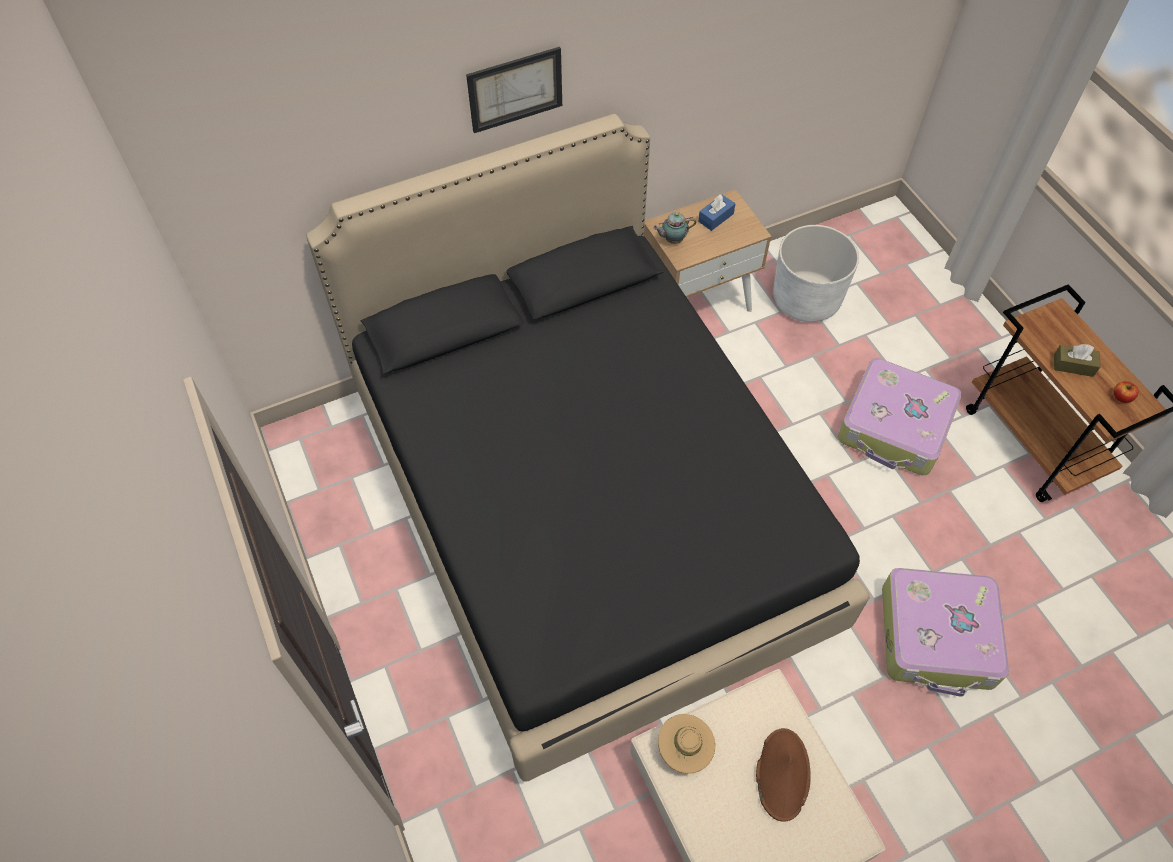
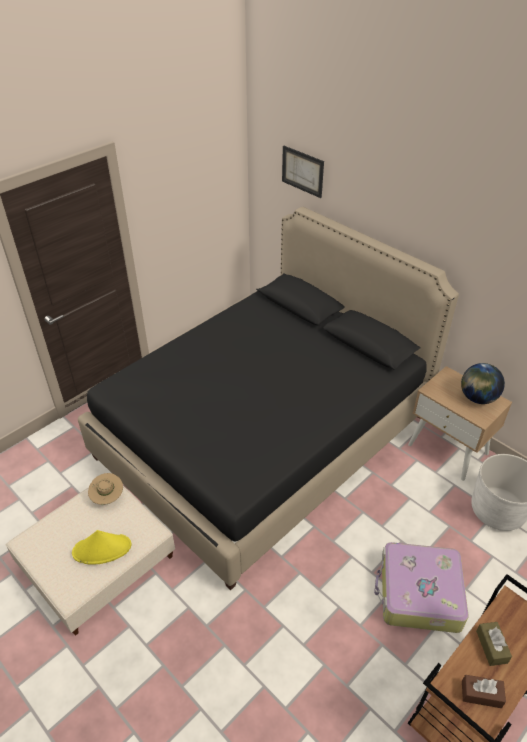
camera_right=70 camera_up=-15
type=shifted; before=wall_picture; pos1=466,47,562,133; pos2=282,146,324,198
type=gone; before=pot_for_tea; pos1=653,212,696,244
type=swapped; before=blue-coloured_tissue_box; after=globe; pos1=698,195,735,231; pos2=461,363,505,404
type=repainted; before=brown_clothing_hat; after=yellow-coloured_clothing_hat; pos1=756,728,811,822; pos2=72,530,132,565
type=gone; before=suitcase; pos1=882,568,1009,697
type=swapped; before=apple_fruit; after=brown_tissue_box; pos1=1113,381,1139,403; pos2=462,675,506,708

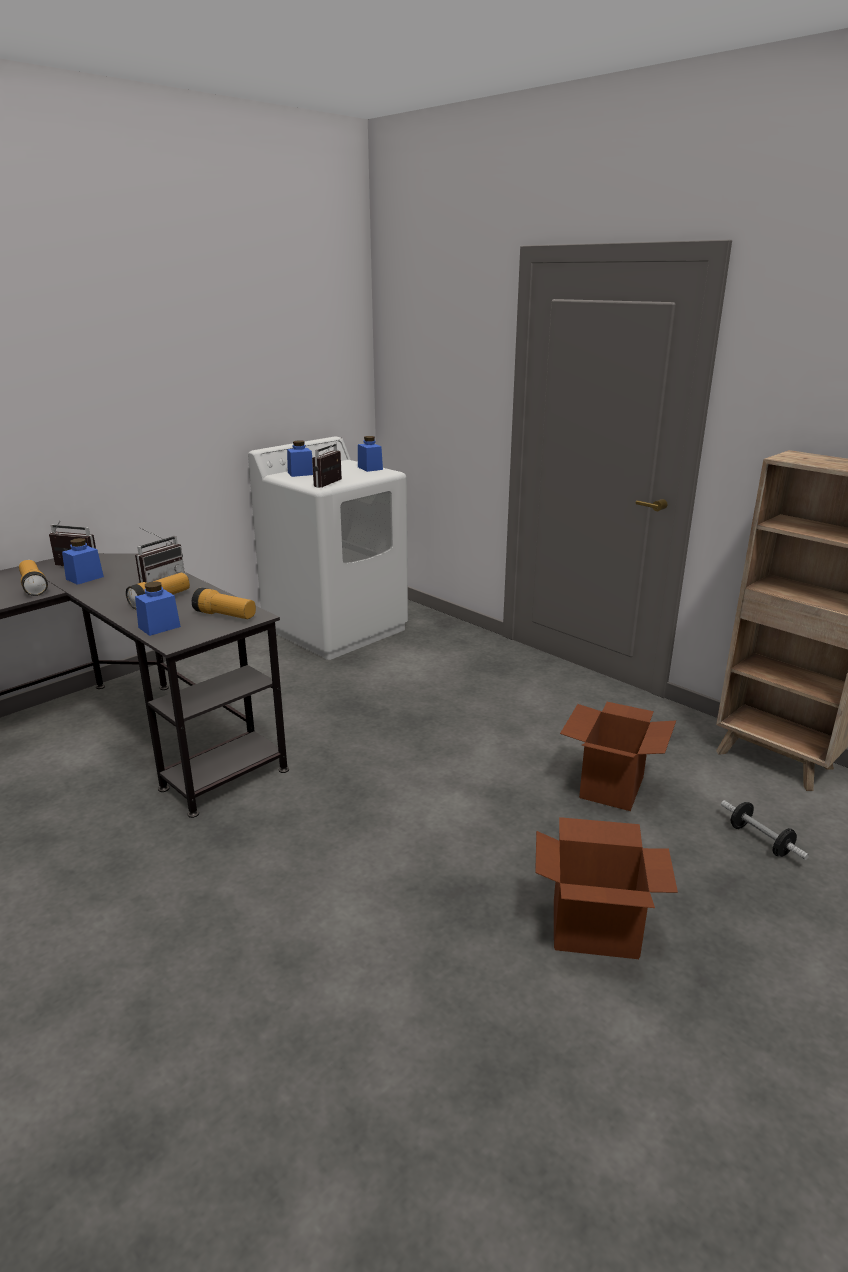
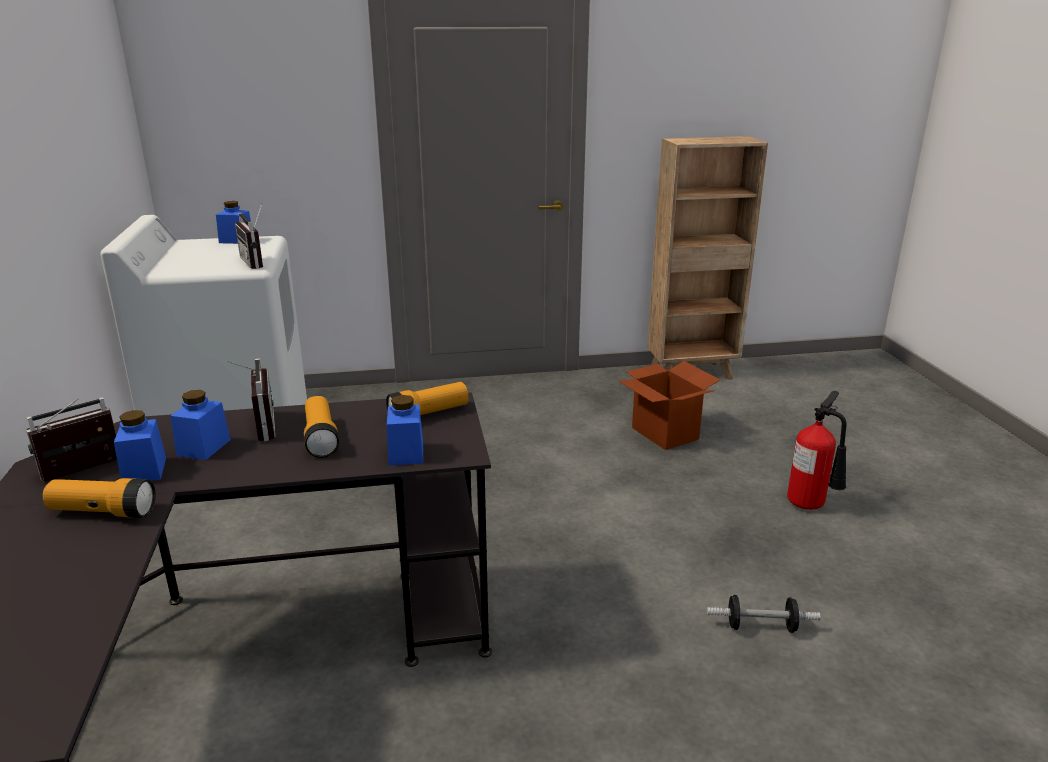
camera_right=-55 camera_up=0
type=shifted; before=blue-coloured_preserve_jar; pos1=287,440,313,477; pos2=170,390,231,460
type=swapped; before=carton; after=fire-fighting_cylinder; pos1=535,817,678,959; pos2=787,391,847,510
type=shifted; before=hand_weight; pos1=721,800,809,860; pos2=707,595,821,633

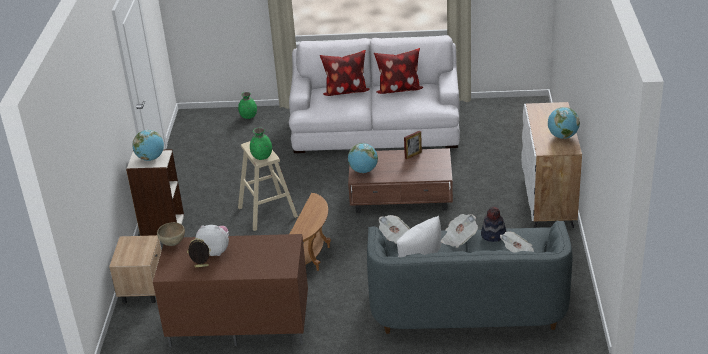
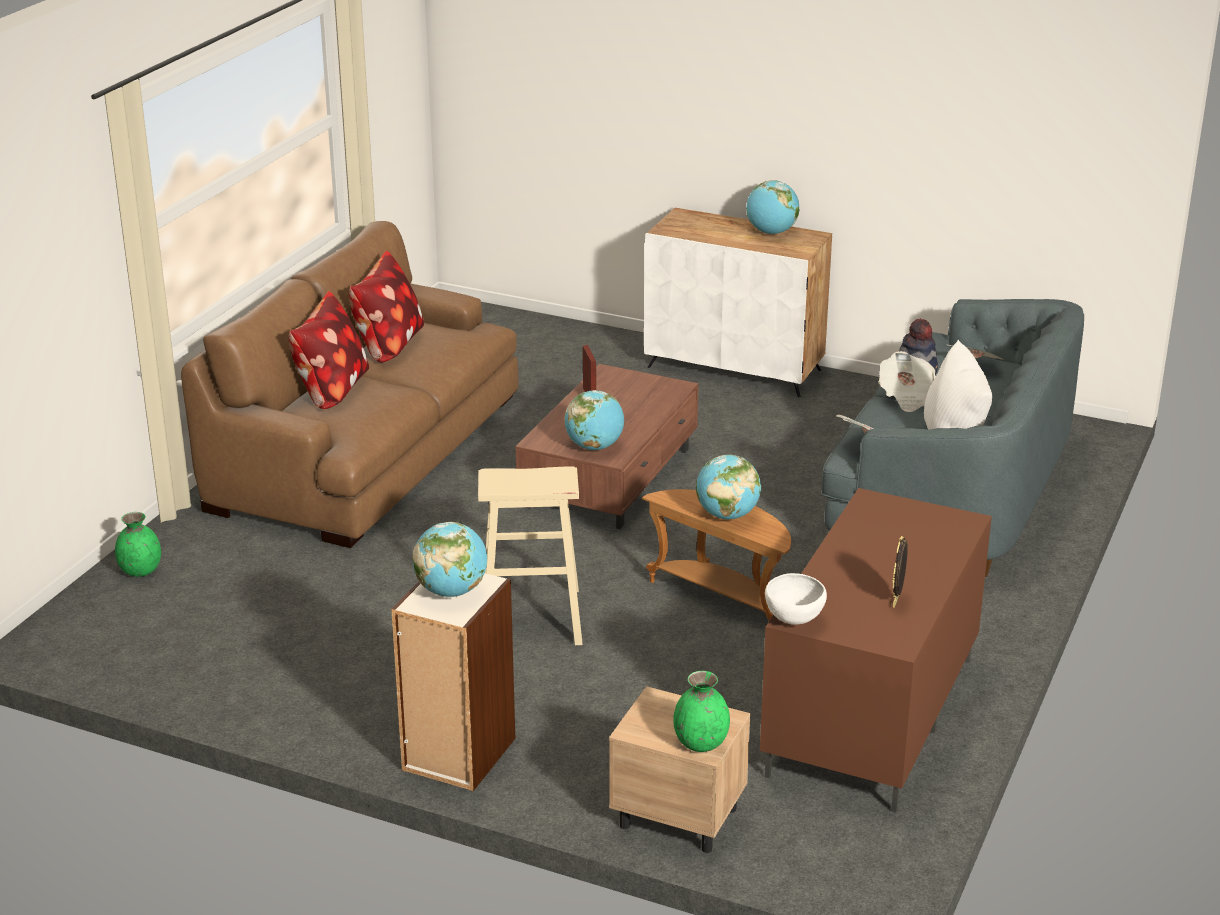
camera_right=-70 camera_up=-5
type=repainted; before=brown_deep_dish; after=white-coloured_deep_dish; pos1=157,222,185,246; pos2=765,573,827,625
type=gone; before=soft_toy; pos1=195,225,229,256
type=shifted; before=green_vase; pos1=250,128,272,160; pos2=673,671,730,752
type=repainted; before=white-coloured_couch; after=brown_couch; pos1=289,35,460,153; pos2=181,221,519,548
type=new; after=globe; pos2=696,454,761,519

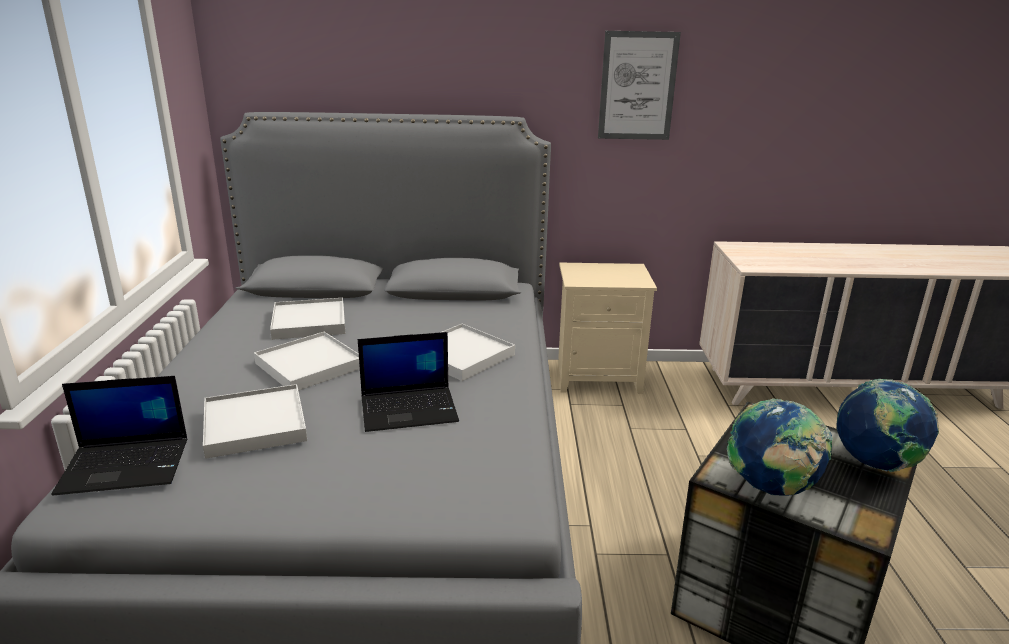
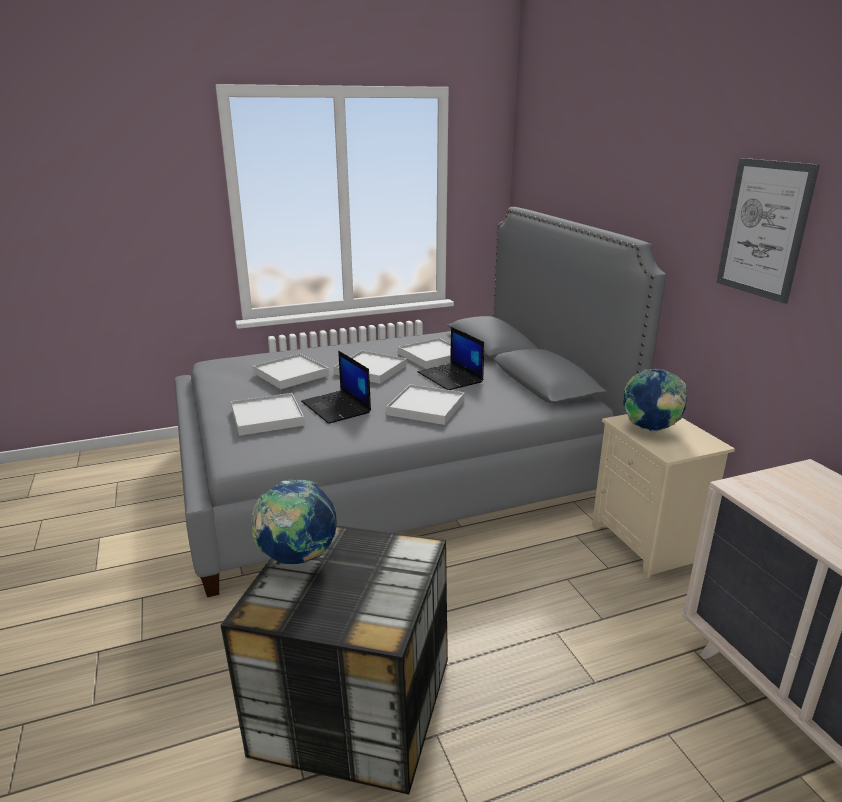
camera_right=70 camera_up=0
type=shifted; before=laptop; pos1=52,376,187,496; pos2=418,327,484,390
type=shifted; before=globe; pos1=836,379,939,472; pos2=623,369,688,431
type=new; after=white-coloured_tray; pos2=231,393,305,436

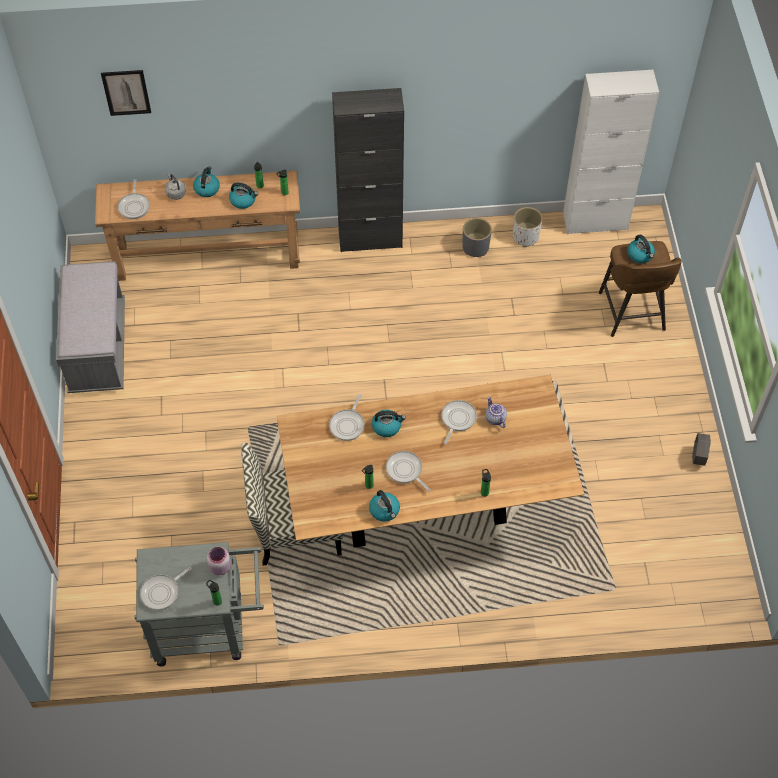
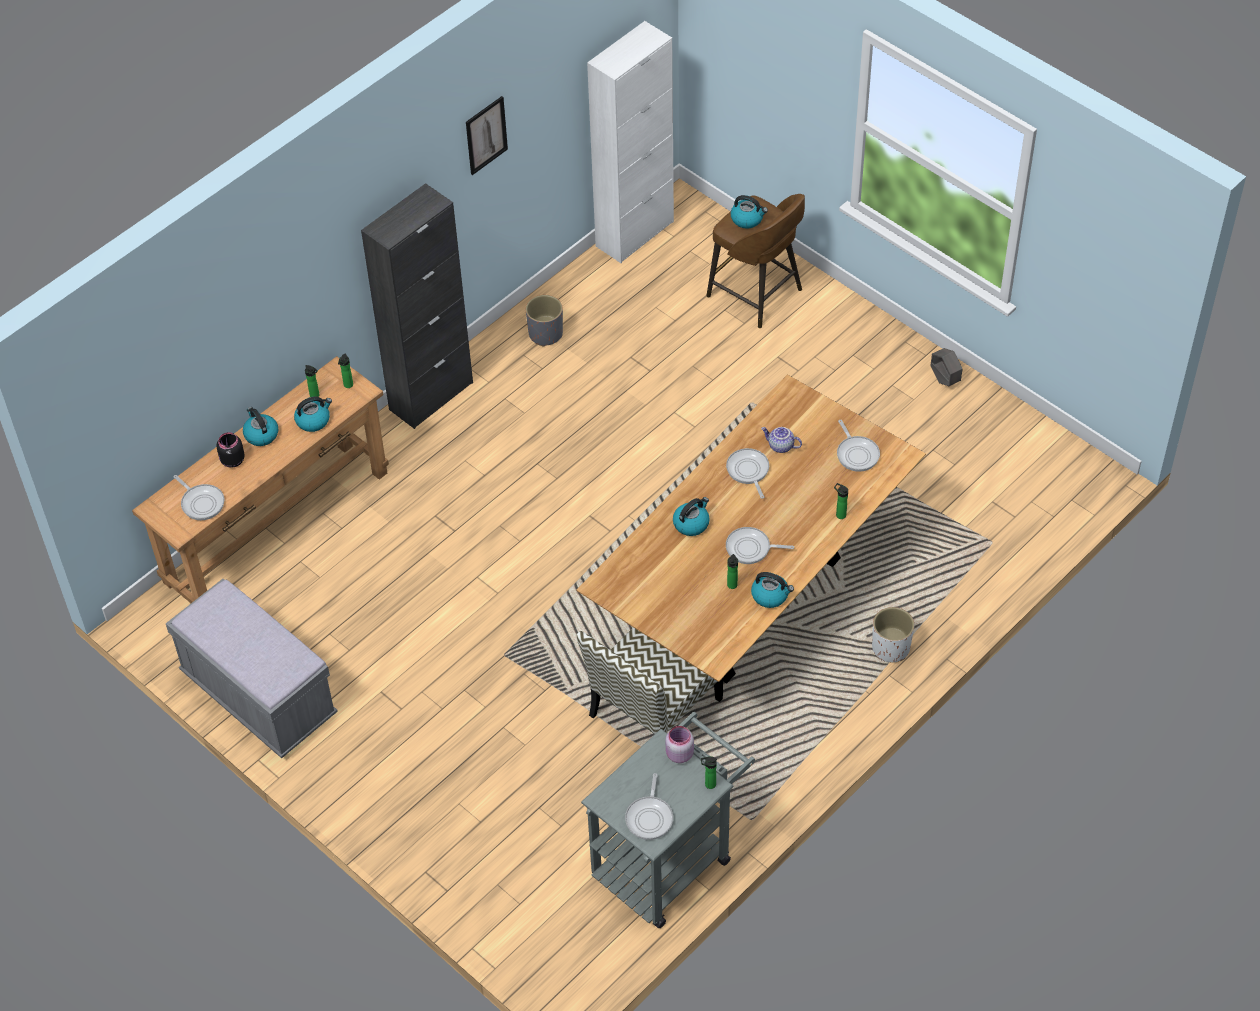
camera_right=-40 camera_up=-5
type=shifted; before=wall_picture; pos1=101,70,151,116; pos2=466,96,508,175
type=swapped; before=greyish_kettle; after=blackish_preserve_jar; pos1=165,174,186,200; pos2=216,432,245,468
type=shifted; before=pan; pos1=329,394,365,441; pos2=837,420,880,472
type=shifted; before=white-coloured_flower_pot; pos1=513,207,543,247; pos2=872,607,914,662

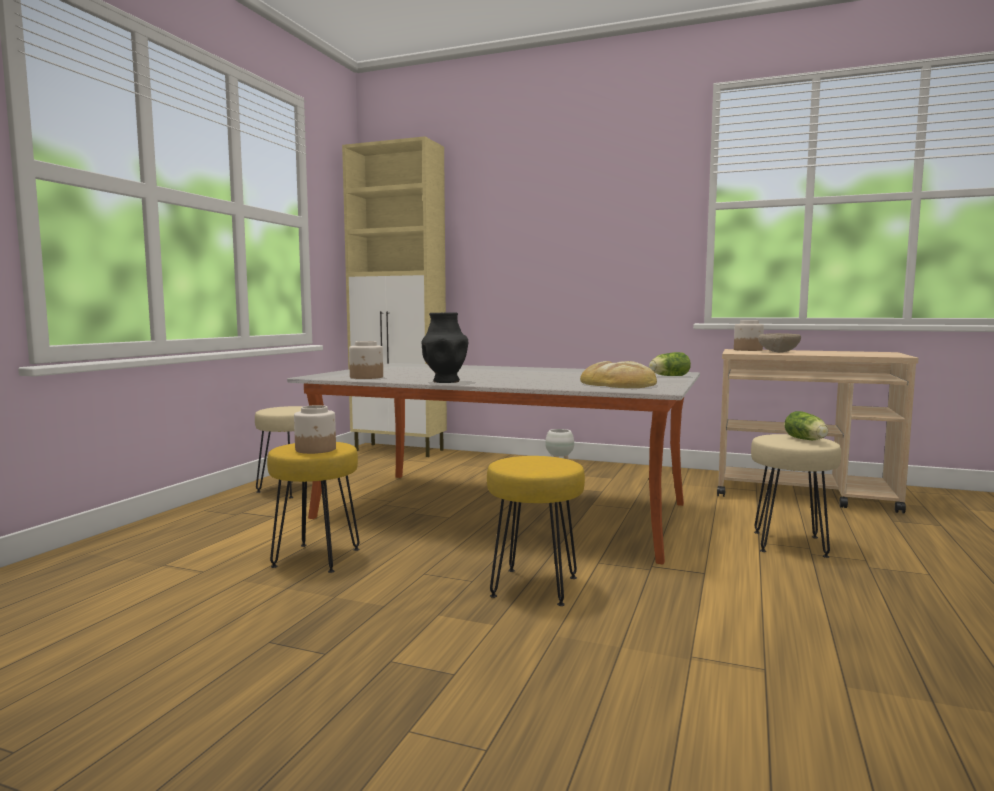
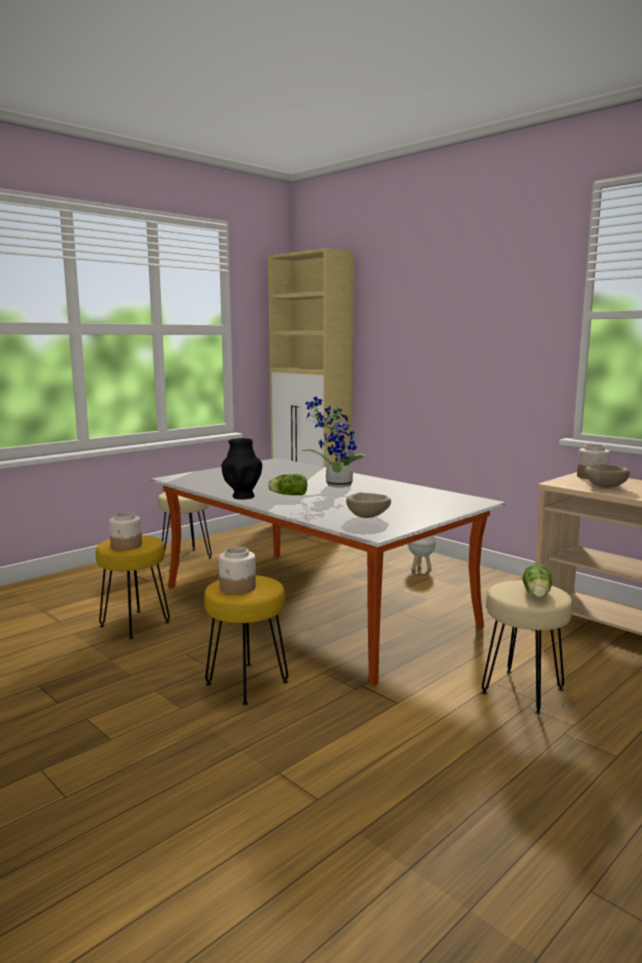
camera_right=25 camera_up=5
type=shifted; before=preserve_jar; pos1=349,341,383,379; pos2=219,547,256,594
type=swapped; before=bread; after=beige_deep_dish; pos1=580,361,657,388; pos2=346,492,391,518
type=shifted; before=head_of_lettuce; pos1=649,352,691,376; pos2=268,474,307,495
type=new; after=plant_in_a_pot; pos2=302,397,367,488

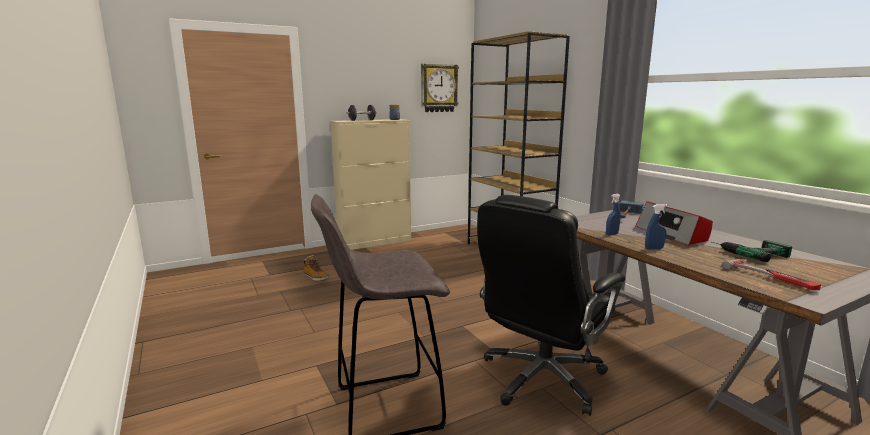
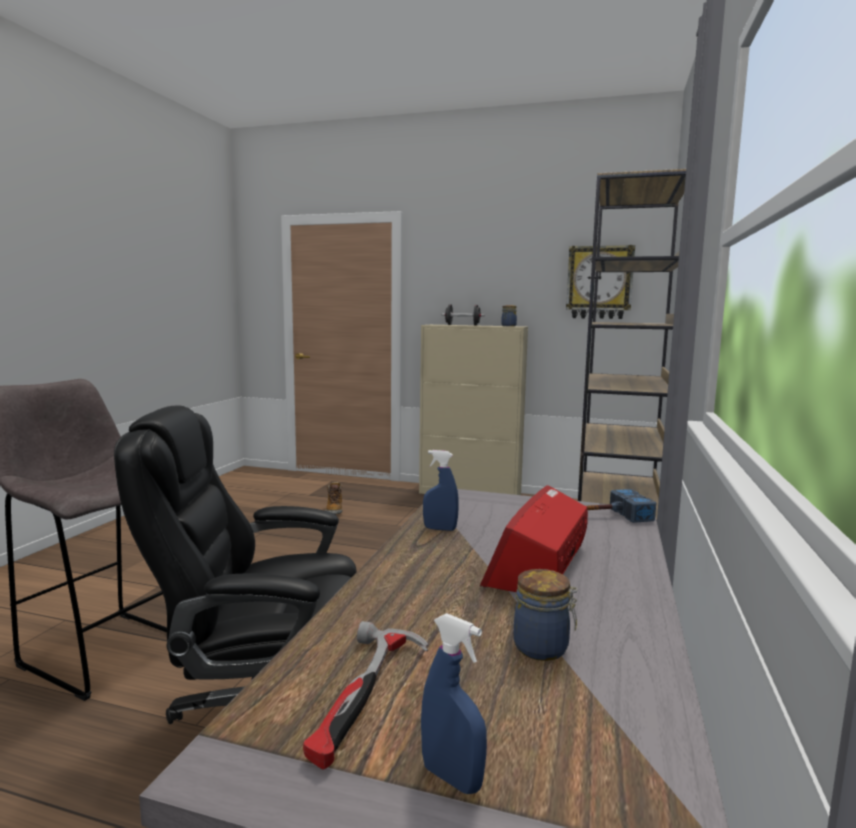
camera_right=45 camera_up=-5
type=shifted; before=blue-coloured_hand_sprayer; pos1=645,204,668,249; pos2=421,613,487,794
type=swapped; before=drill; after=preserve_jar; pos1=712,240,792,262; pos2=513,569,577,661

